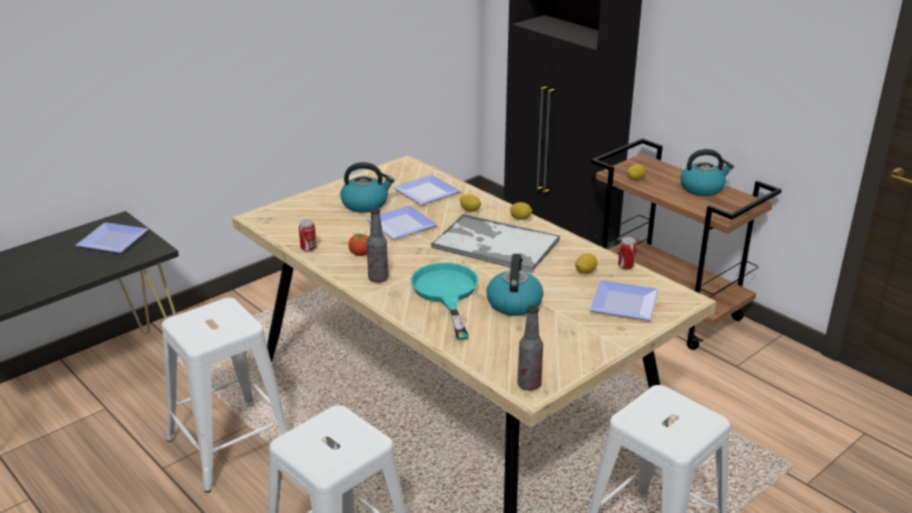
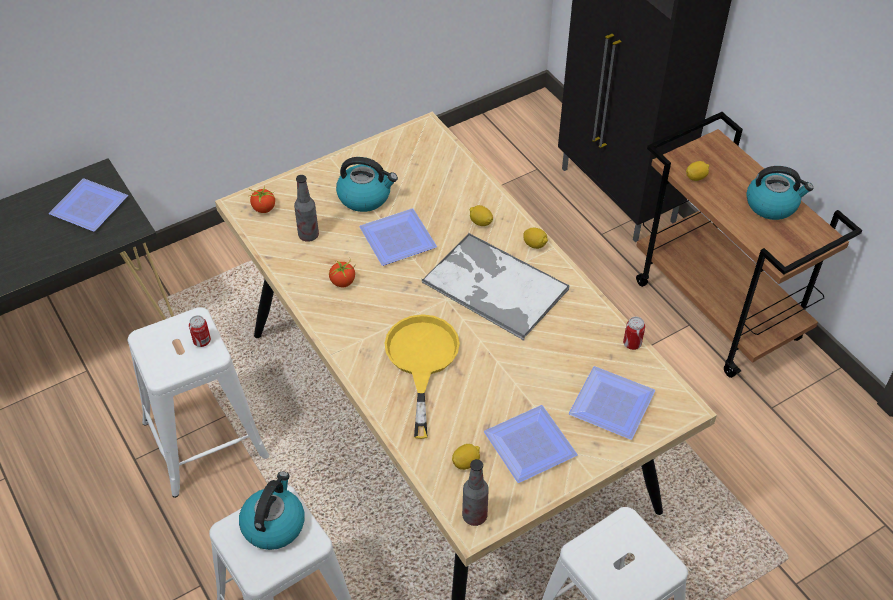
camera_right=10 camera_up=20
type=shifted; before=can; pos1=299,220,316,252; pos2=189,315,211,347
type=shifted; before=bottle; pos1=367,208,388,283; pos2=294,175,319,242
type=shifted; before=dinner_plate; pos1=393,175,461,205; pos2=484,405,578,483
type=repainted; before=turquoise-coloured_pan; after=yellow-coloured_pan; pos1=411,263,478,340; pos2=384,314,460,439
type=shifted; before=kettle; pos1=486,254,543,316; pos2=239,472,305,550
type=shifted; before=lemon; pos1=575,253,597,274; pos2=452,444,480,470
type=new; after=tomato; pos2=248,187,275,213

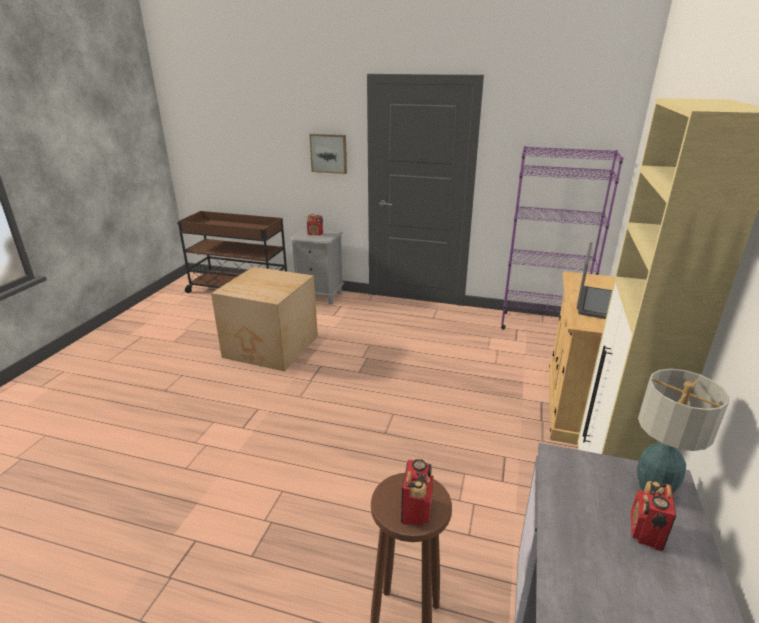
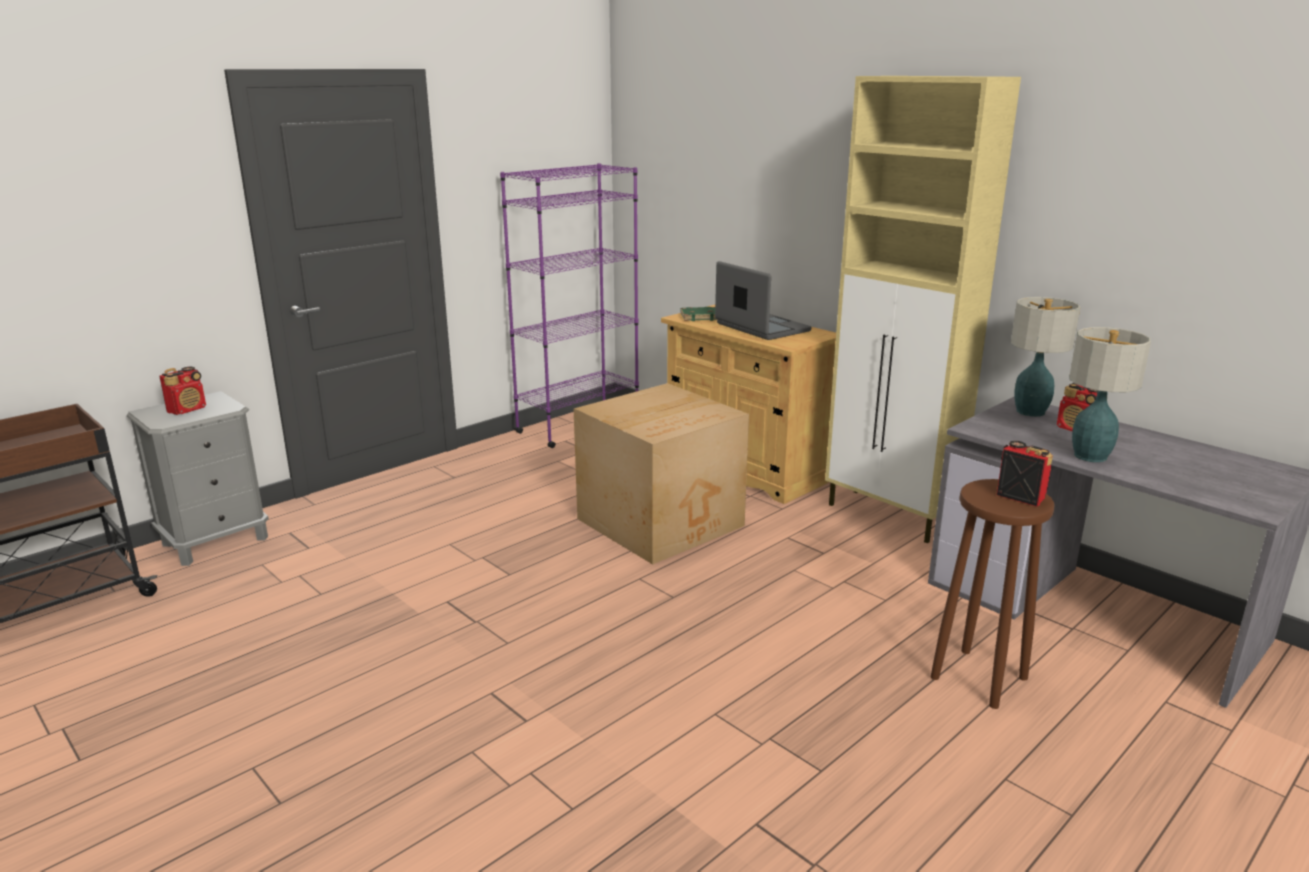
camera_right=-60 camera_up=-5
type=shifted; before=carton; pos1=211,267,318,372; pos2=573,383,749,564
type=gone; before=wall_picture; pos1=309,134,347,174
type=new; after=green_book; pos2=681,307,717,321
type=new; after=tabletop_lamp; pos2=1069,327,1151,462

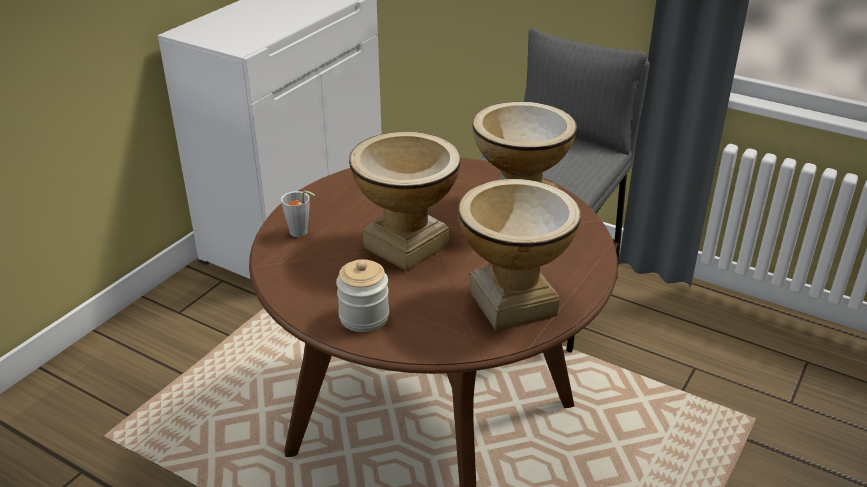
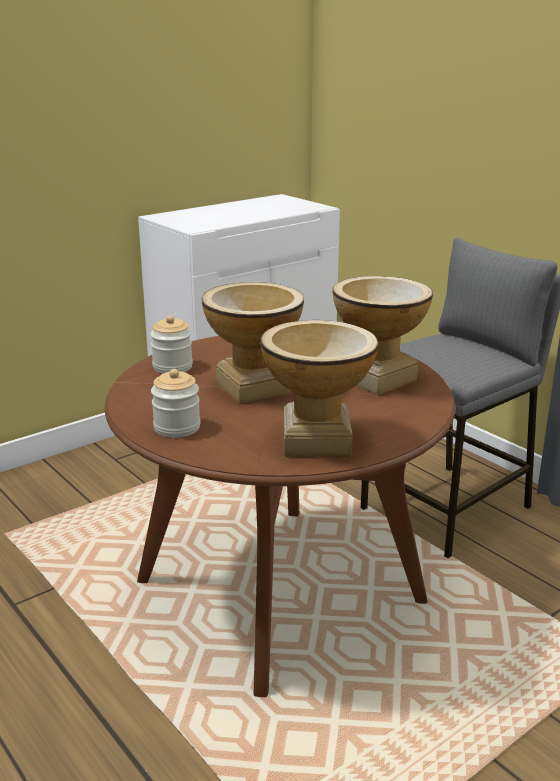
camera_right=20 camera_up=-10
type=swapped; before=greyish_drinking_cup; after=preserve_jar; pos1=281,191,315,237; pos2=150,315,193,373

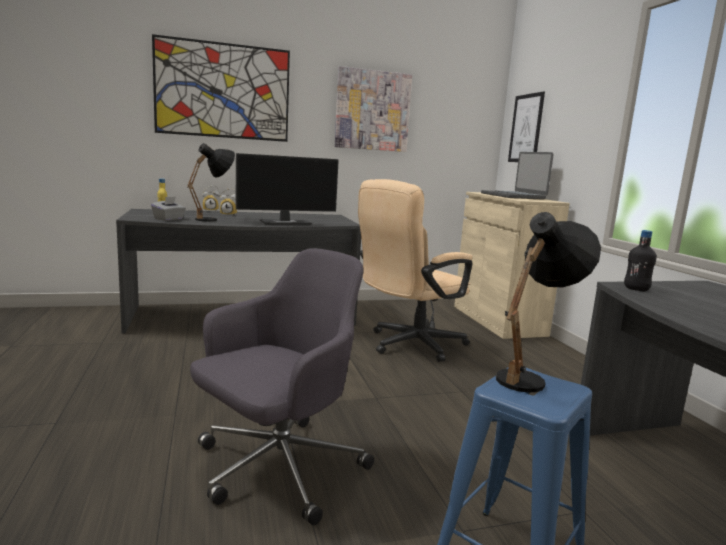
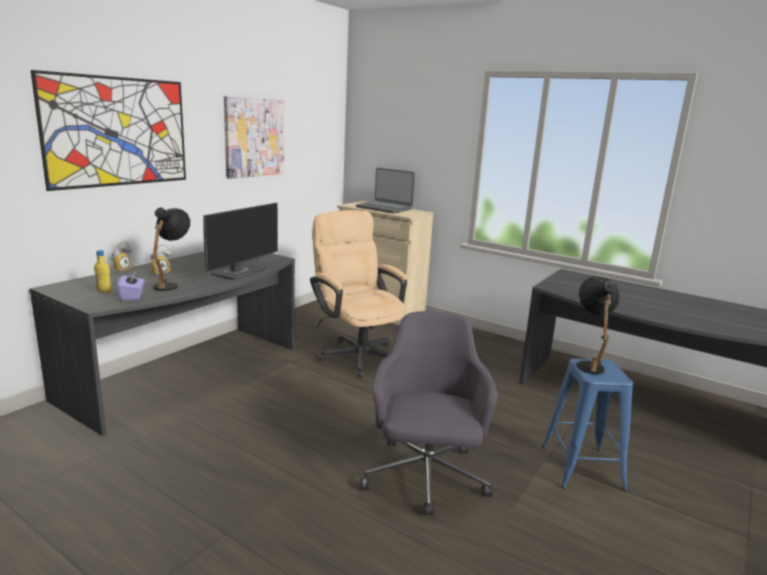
camera_right=-40 camera_up=5
type=repainted; before=greyish_tissue_box; after=purplish_tissue_box; pos1=151,197,186,221; pos2=117,272,144,301
type=rotated; before=beige_office_chair; pos1=358,179,472,362; pos2=310,210,407,378; turn=135
type=gone; before=wall_picture; pos1=508,92,545,162
type=gone; before=blackish_bottle; pos1=624,230,657,292

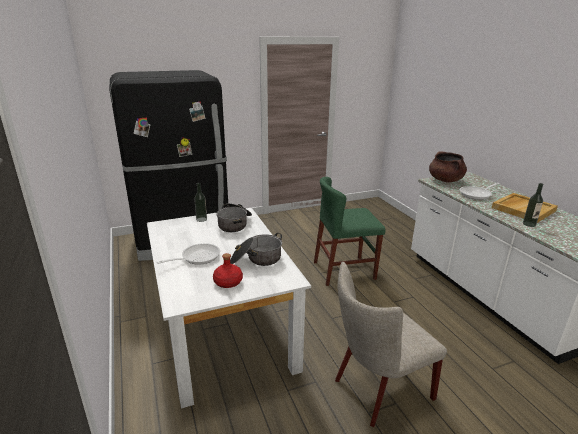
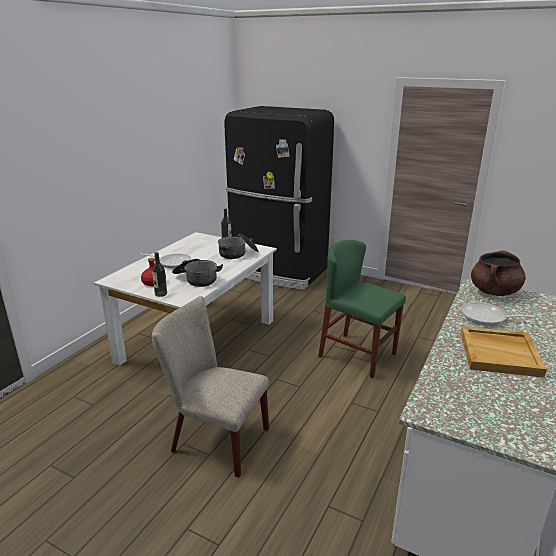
camera_right=50 camera_up=0
type=shifted; before=bottle; pos1=523,183,543,227; pos2=152,252,167,297

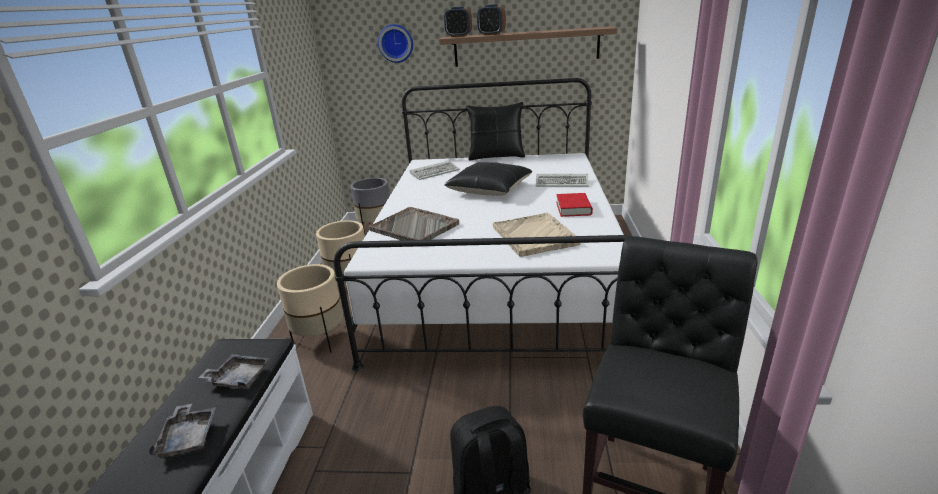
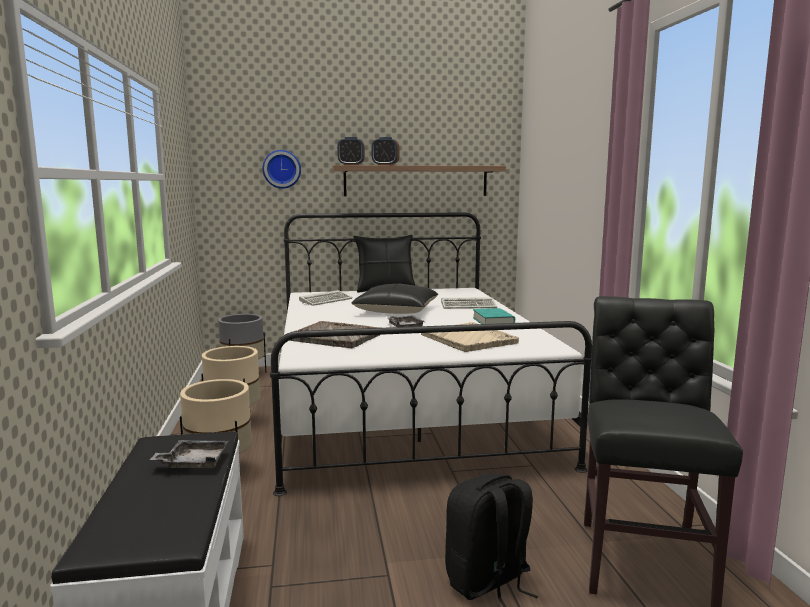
camera_right=-15 camera_up=-15
type=shifted; before=greyish_tray; pos1=148,404,216,458; pos2=386,315,425,327
type=repainted; before=reddish_book; after=turquoise-coloured_book; pos1=556,193,593,217; pos2=473,308,515,324

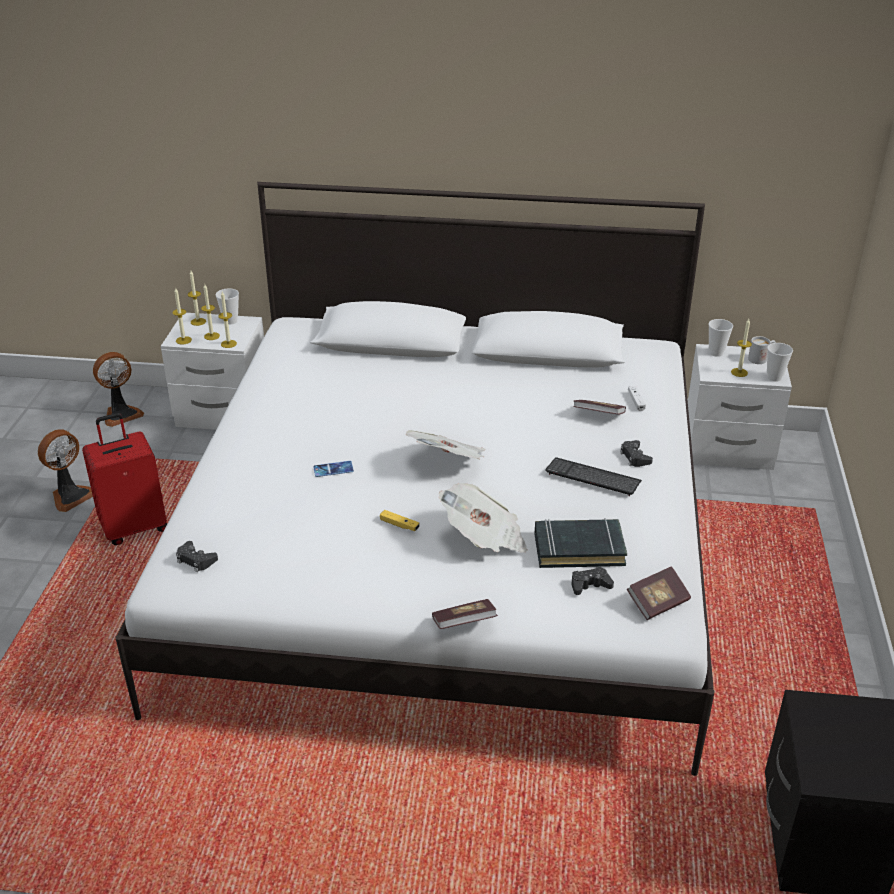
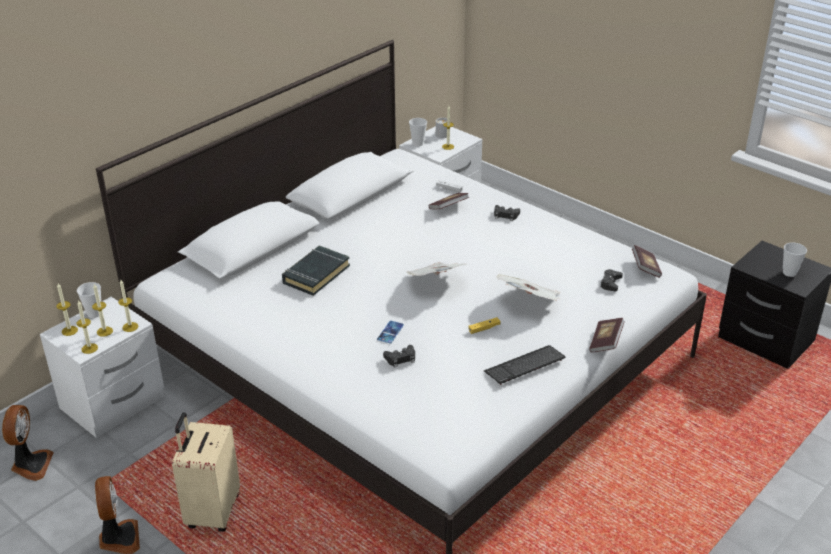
camera_right=-55 camera_up=0
type=repainted; before=reddish_suitcase; after=beige_suitcase; pos1=82,413,167,545; pos2=172,412,240,532
type=shifted; before=blackish_gamepad; pos1=176,541,218,572; pos2=383,345,415,368
type=shifted; before=blackish_book; pos1=534,518,627,568; pos2=282,246,350,296
type=shifted; before=keyboard; pos1=545,457,642,496; pos2=484,345,565,385
type=shifted; before=drinking_cup; pos1=767,343,793,382; pos2=783,242,807,277

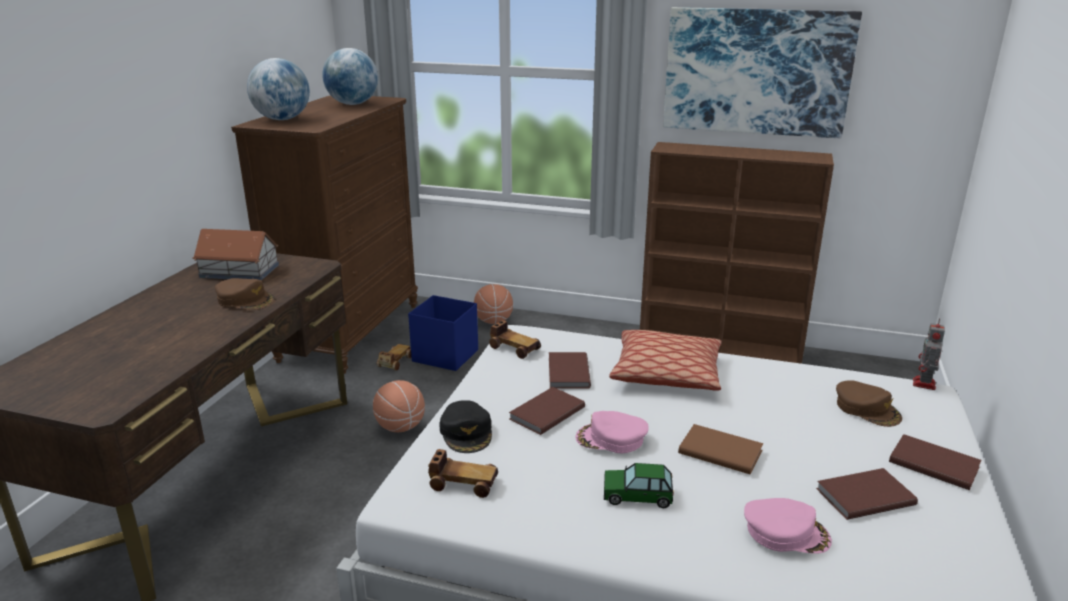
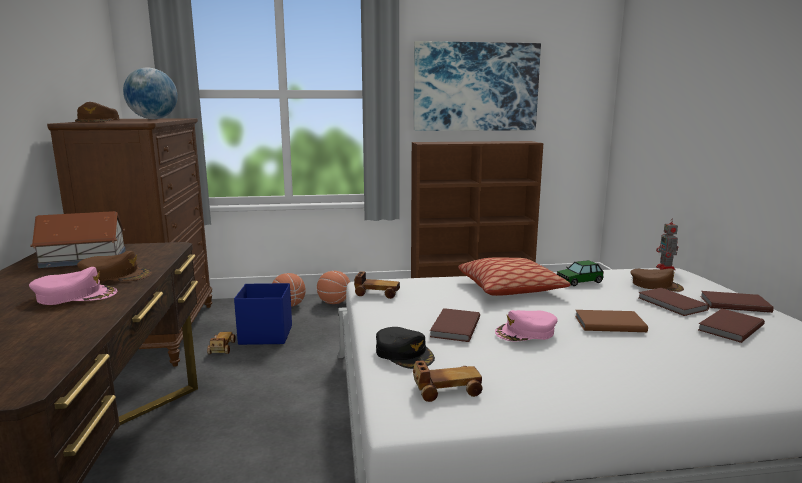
camera_right=-25 camera_up=-10
type=swapped; before=globe; after=brown_cap; pos1=247,58,310,120; pos2=75,102,120,123
type=shifted; before=basketball_ball; pos1=373,380,425,432; pos2=317,271,350,304
type=shifted; before=brown_book; pos1=549,352,591,388; pos2=638,288,709,316
type=shifted; before=model_car; pos1=604,463,674,508; pos2=557,260,604,286
type=shifted; before=pinkish_cap; pos1=744,498,832,554; pos2=29,267,117,305

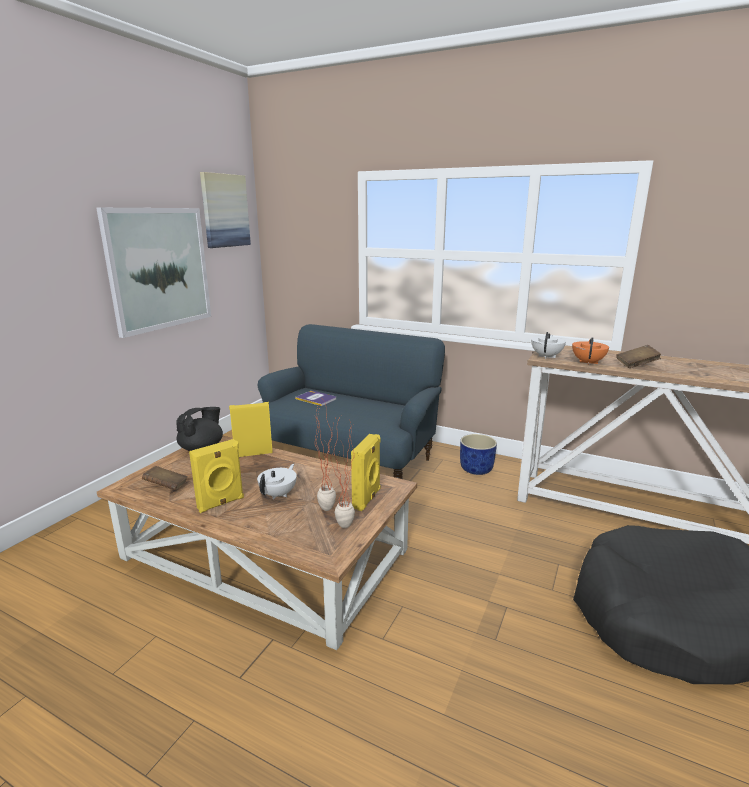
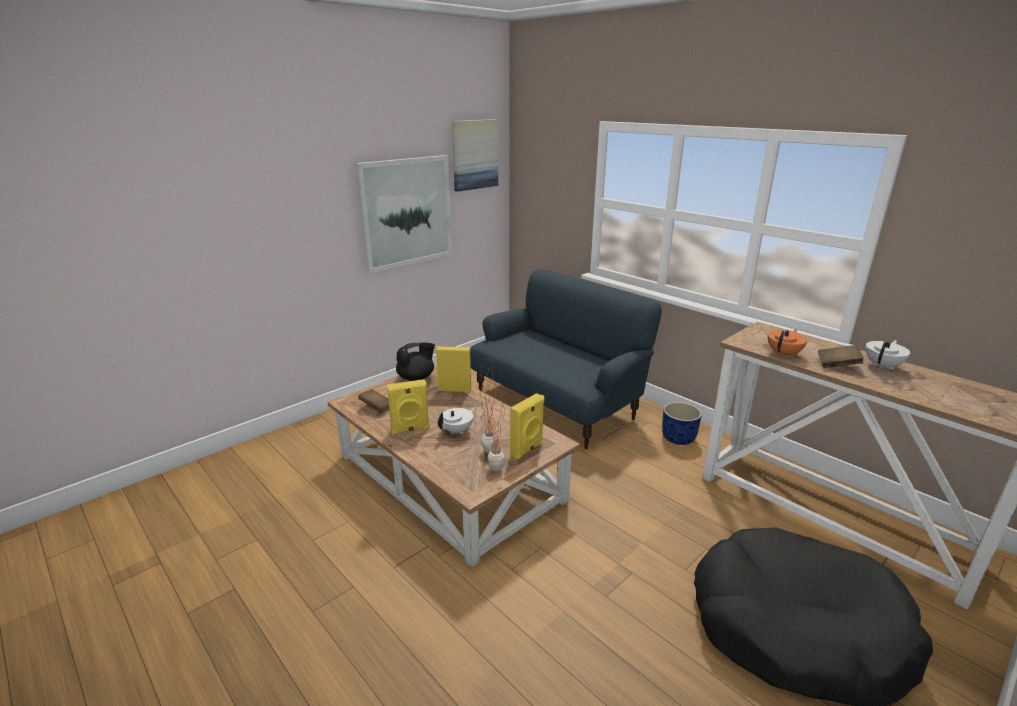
camera_right=20 camera_up=5
type=gone; before=book; pos1=295,391,336,406
type=shifted; before=white-coloured_pot_for_tea; pos1=531,332,566,359; pos2=865,340,910,370

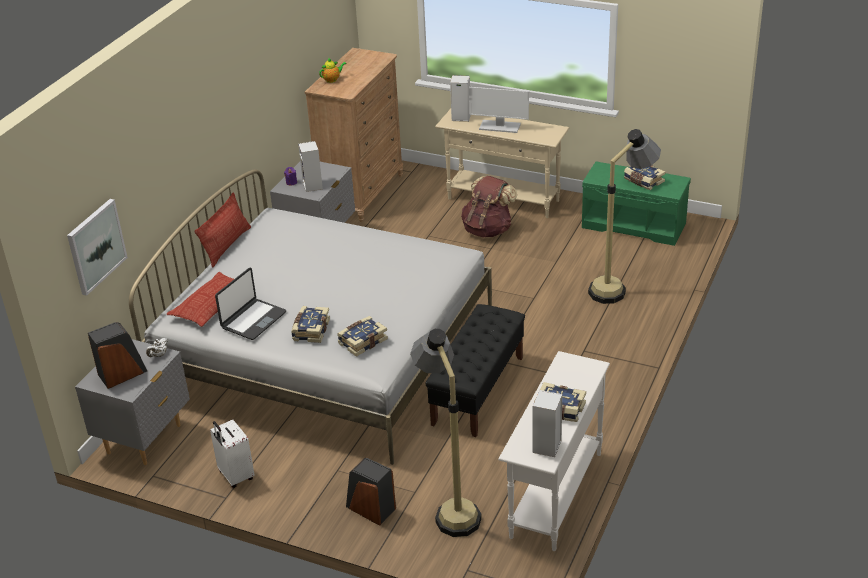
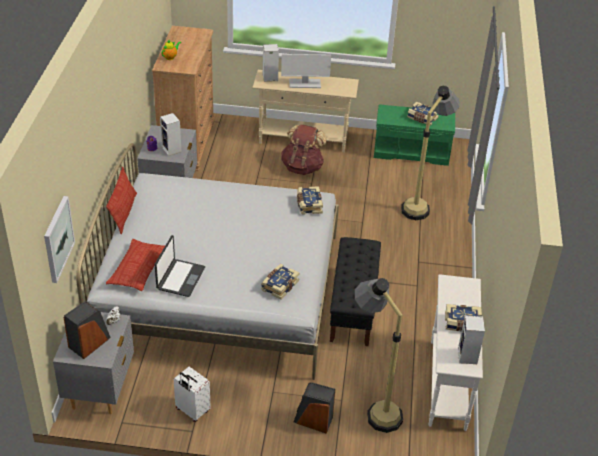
camera_right=-20 camera_up=5
type=shifted; before=book; pos1=291,306,330,343; pos2=297,186,323,215

